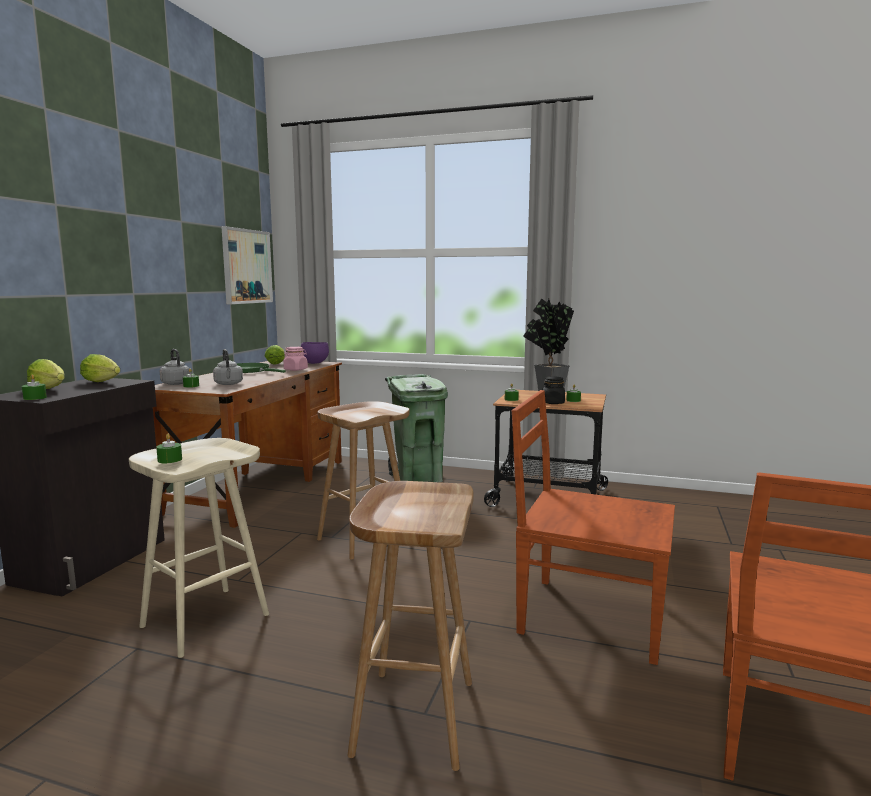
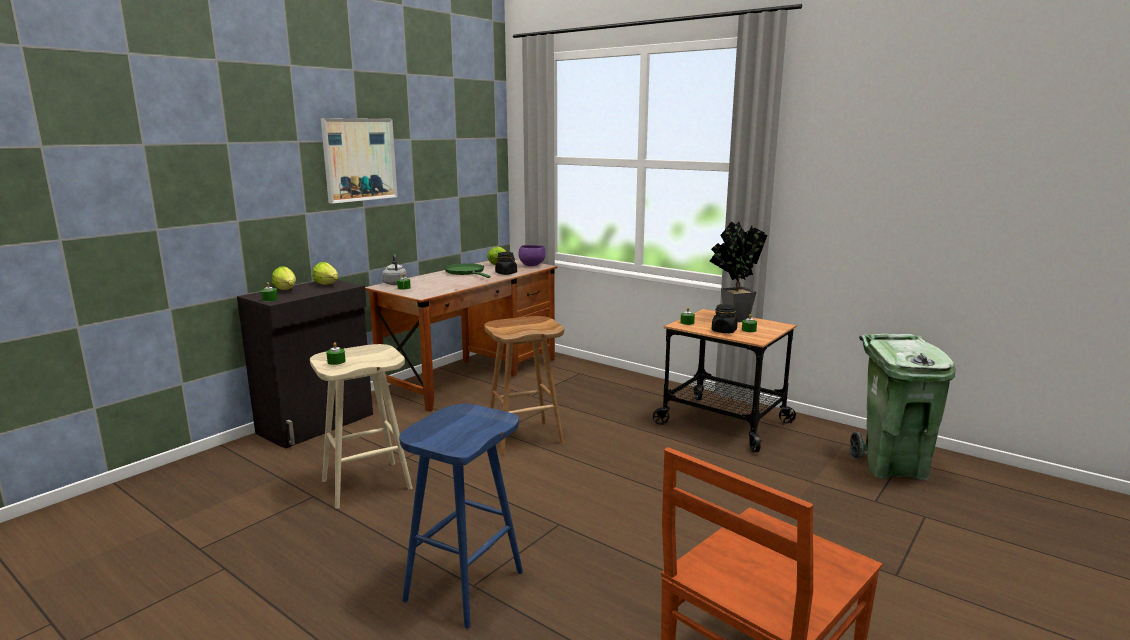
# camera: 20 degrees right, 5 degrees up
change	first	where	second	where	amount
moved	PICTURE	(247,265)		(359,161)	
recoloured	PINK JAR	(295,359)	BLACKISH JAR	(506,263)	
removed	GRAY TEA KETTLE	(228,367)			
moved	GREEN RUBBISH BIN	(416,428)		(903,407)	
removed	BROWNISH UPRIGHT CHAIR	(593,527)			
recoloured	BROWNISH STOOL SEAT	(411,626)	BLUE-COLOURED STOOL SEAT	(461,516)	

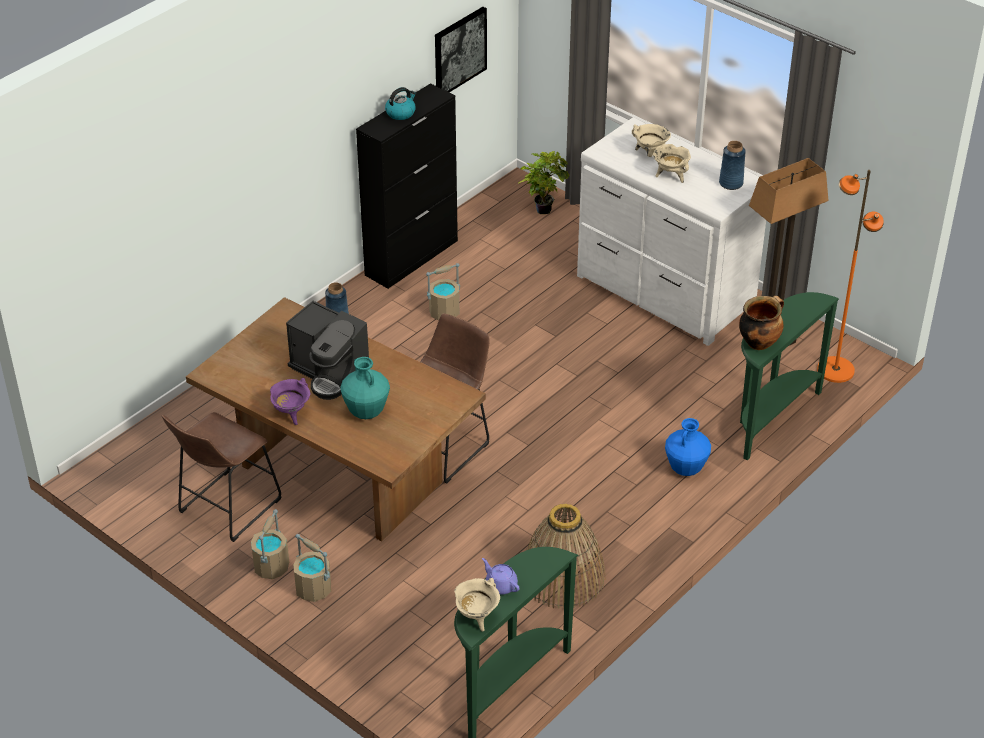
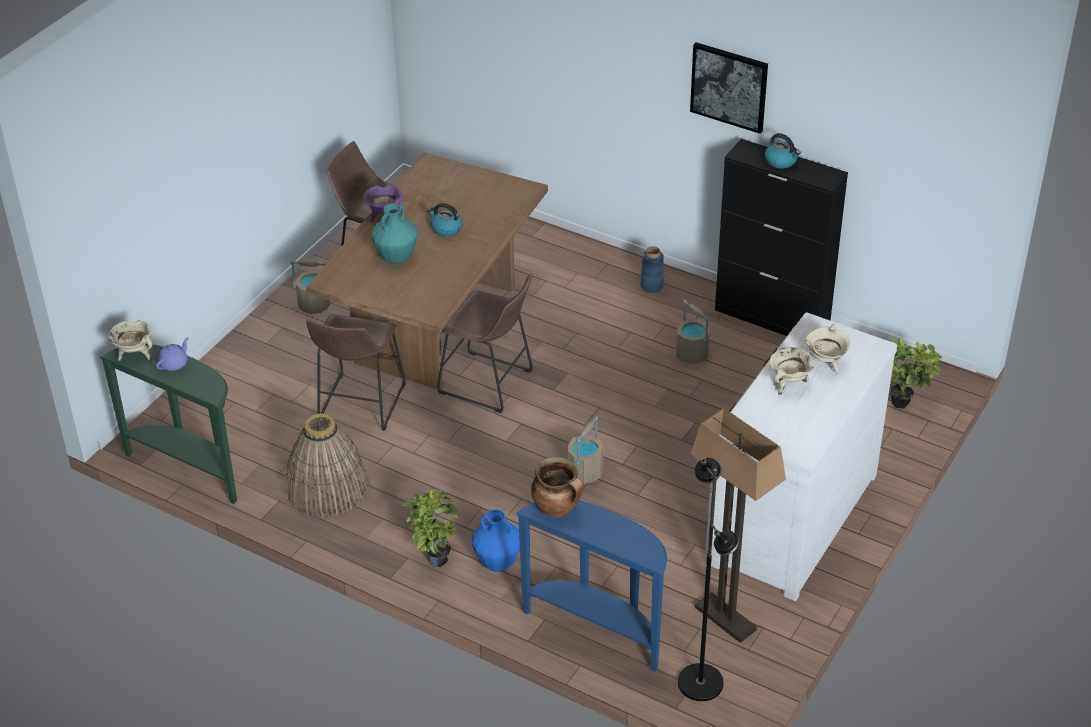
# camera: 80 degrees right, 0 degrees up
change	first	where	second	where	amount
moved	PICTURE	(461,49)		(729,88)	
removed	BLUE-COLOURED DECORATIVE VASE	(732,165)			
recoloured	ORANGE STANDING LAMP	(850,276)	BLACKISH STANDING LAMP	(708,579)	
recoloured	GREEN CONSOLE TABLE	(789,376)	BLUE-COLOURED CONSOLE TABLE	(591,585)	
replaced	COFFEE MAKER	(329,350)	TEA KETTLE	(445,220)	
moved	BEIGE-COLOURED PAIL	(312,568)		(586,450)	
added			BROWNISH STOOL SEAT	(356,372)	
added			HOUSEPLANT	(429,527)	

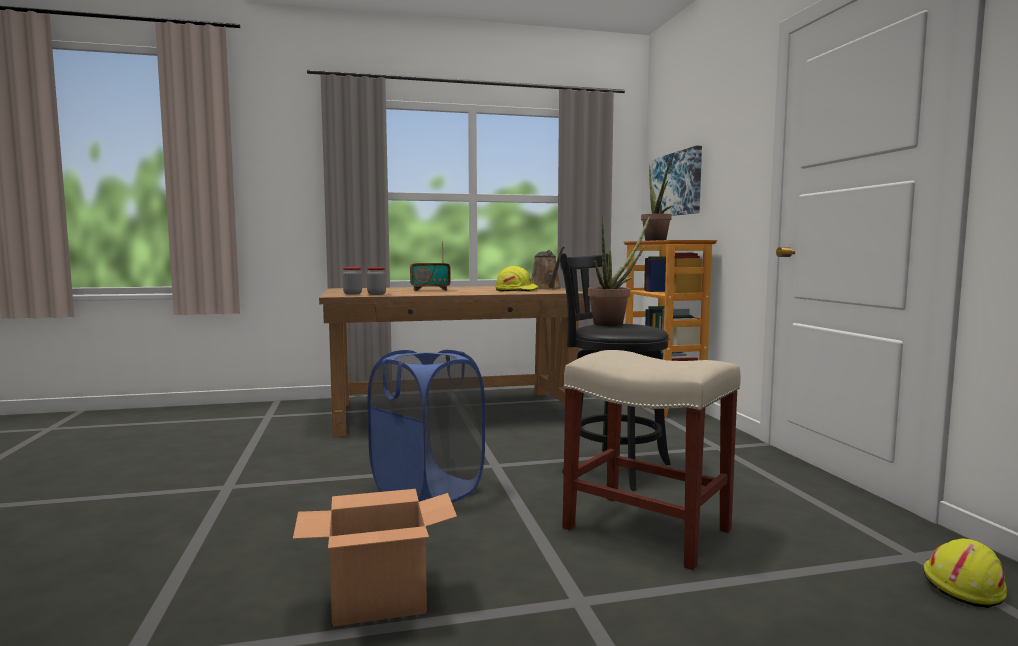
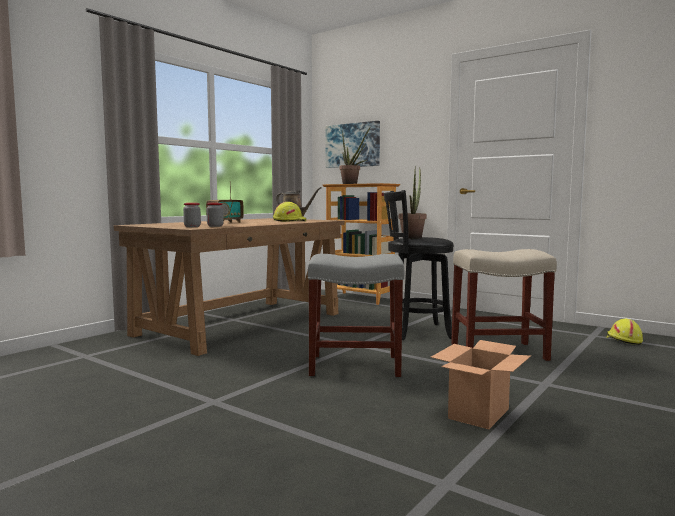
# camera: 40 degrees left, 0 degrees up
change	first	where	second	where	amount
replaced	BLUE-COLOURED WASHING BASKET	(426,426)	GRAY STOOL SEAT	(356,315)	

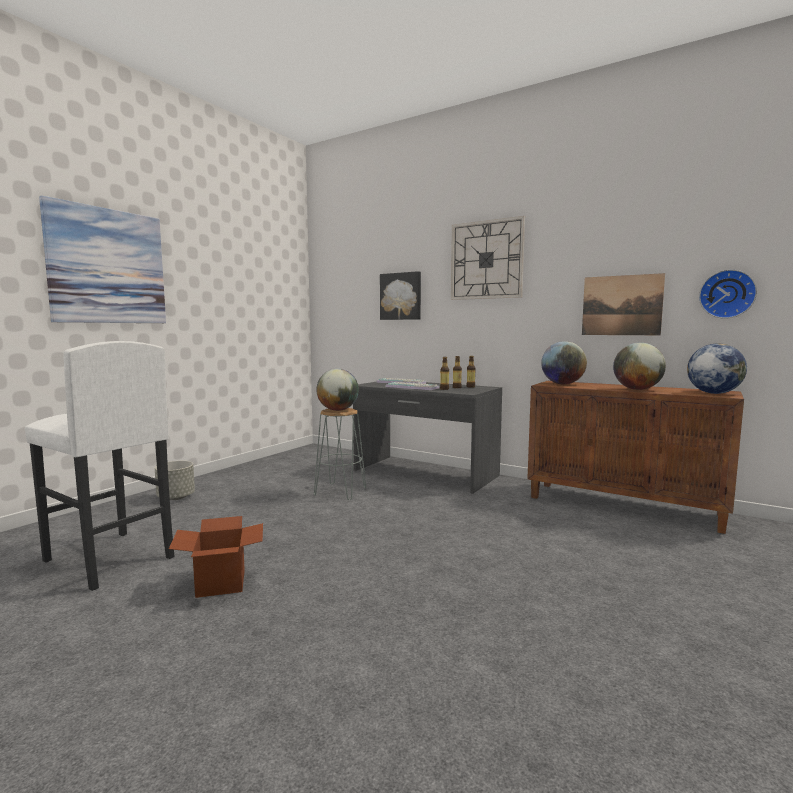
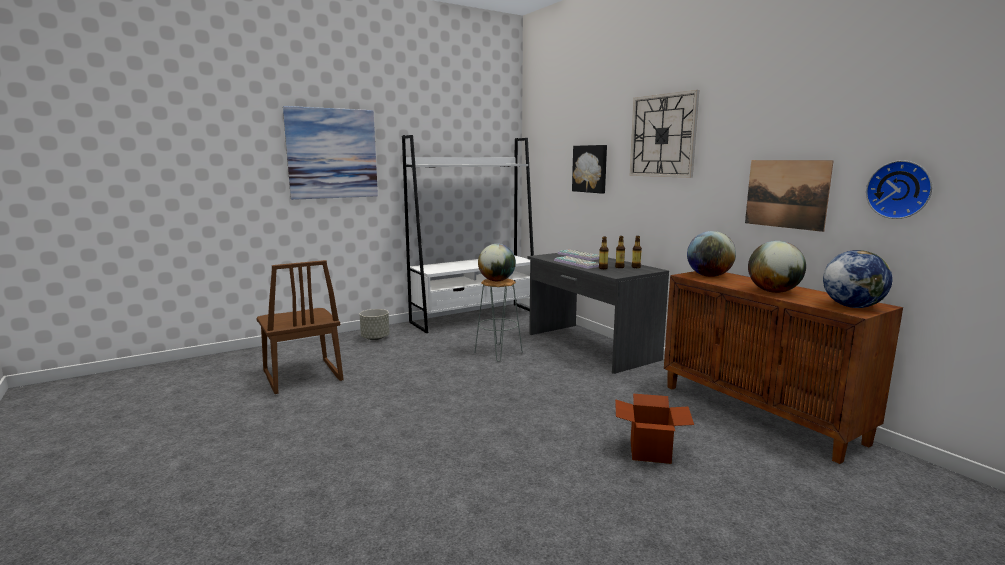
# camera: 25 degrees right, 5 degrees up
change	first	where	second	where	amount
replaced	WHITISH STOOL SEAT	(100,466)	BROWNISH UPRIGHT CHAIR	(300,327)	
moved	PACKING BOX	(216,557)		(654,429)	
added			WHITISH SHELVING UNIT	(468,234)	

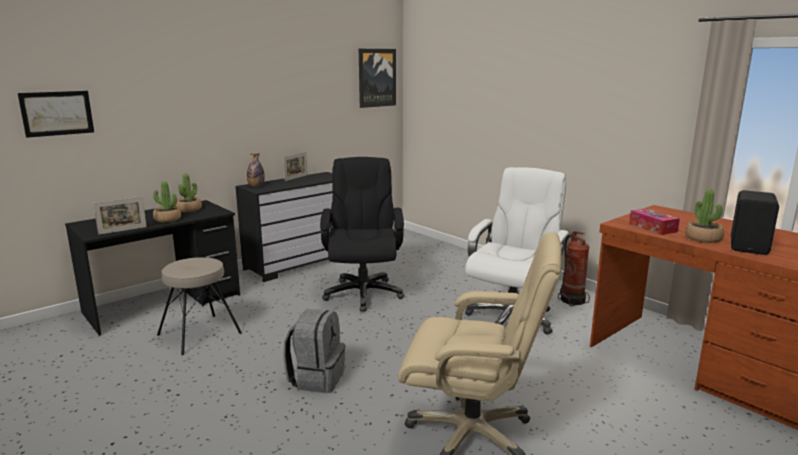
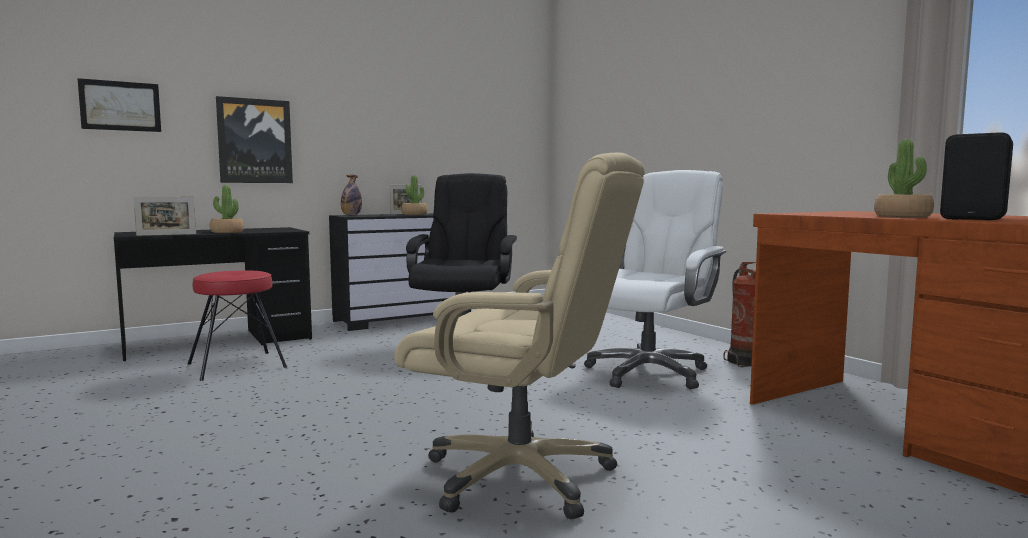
# camera: 10 degrees right, 10 degrees down
change	first	where	second	where	amount
moved	PICTURE	(377,78)		(254,139)	
moved	HOUSEPLANT	(189,192)		(414,195)	
removed	BOX OF TISSUES	(654,221)			
recoloured	BEIGE-COLOURED STOOL SEAT	(199,306)	RED-COLOURED STOOL SEAT	(237,325)	
removed	GRAY RUCKSACK	(314,351)			

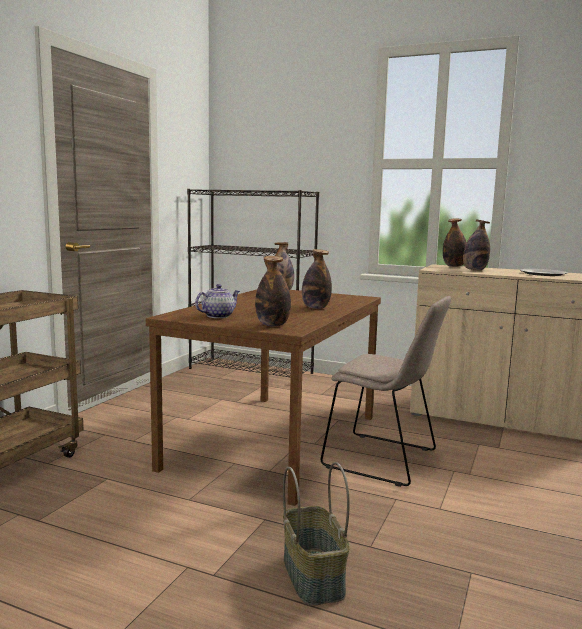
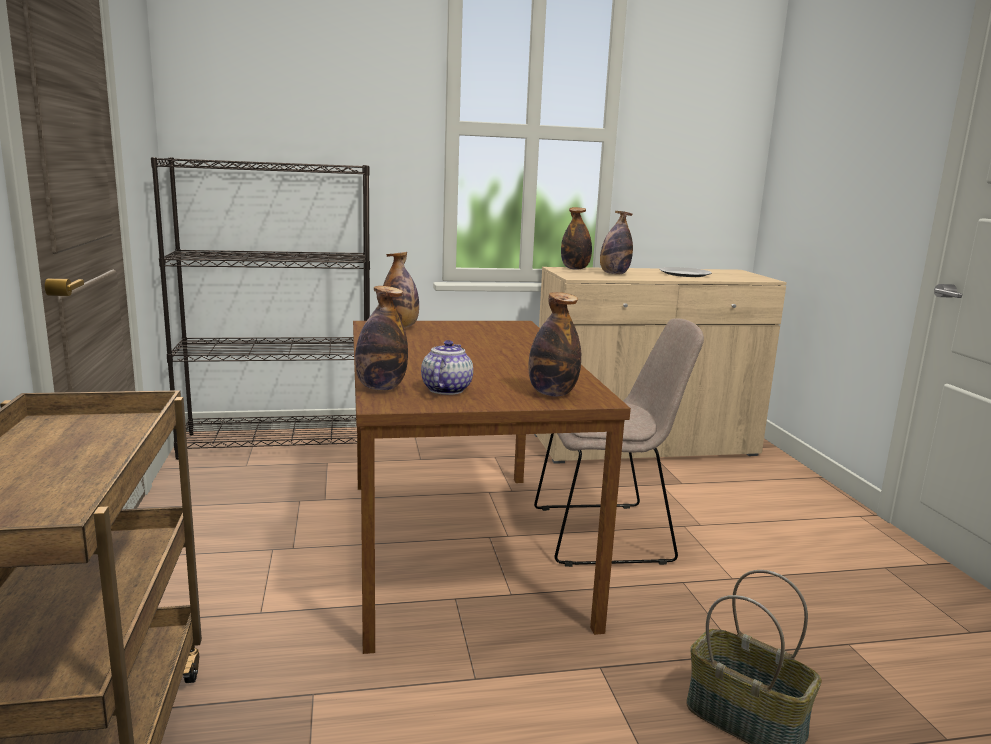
# camera: 35 degrees left, 5 degrees up
change	first	where	second	where	amount
moved	BOTTLE	(317,279)		(381,338)	

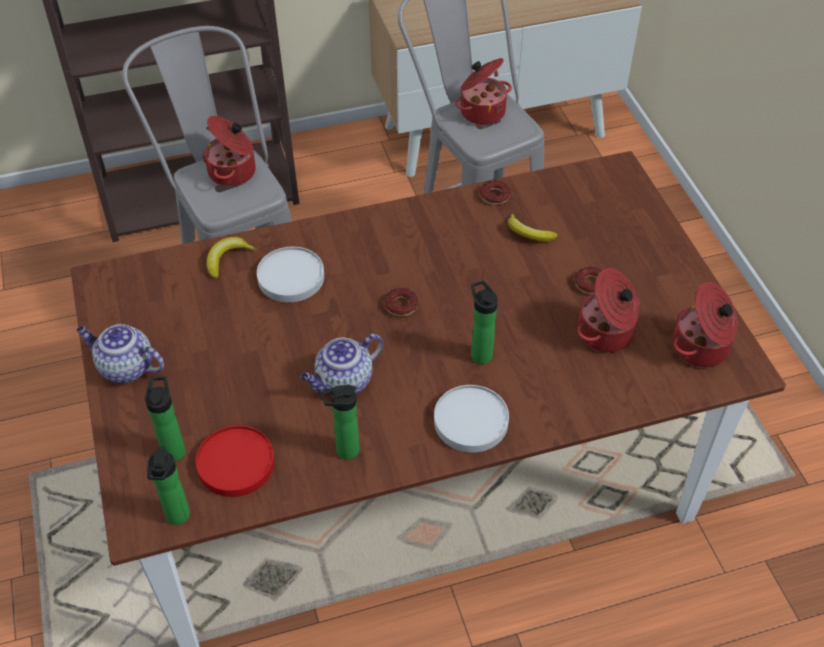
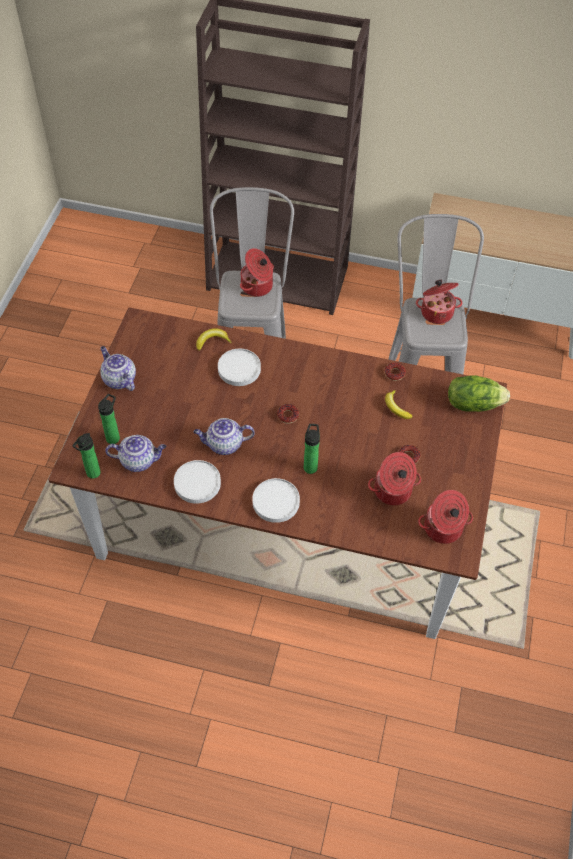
# camera: 30 degrees right, 5 degrees up
change	first	where	second	where	amount
replaced	BOTTLE	(340,422)	WHITISH DINNER PLATE	(197,482)	
replaced	RED-COLOURED DINNER PLATE	(235,461)	TEA POT	(135,453)	
added			LETTUCE HEAD	(479,393)	

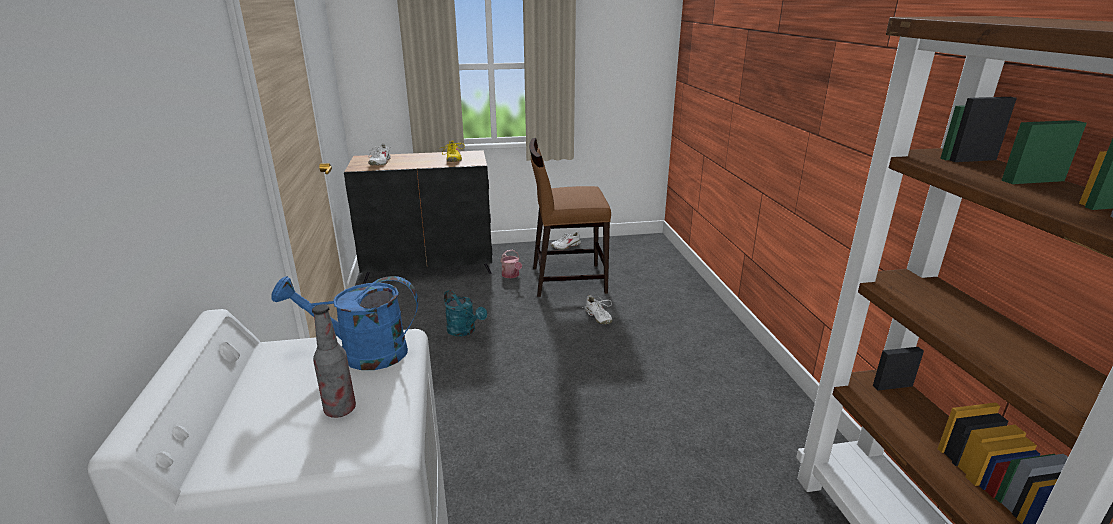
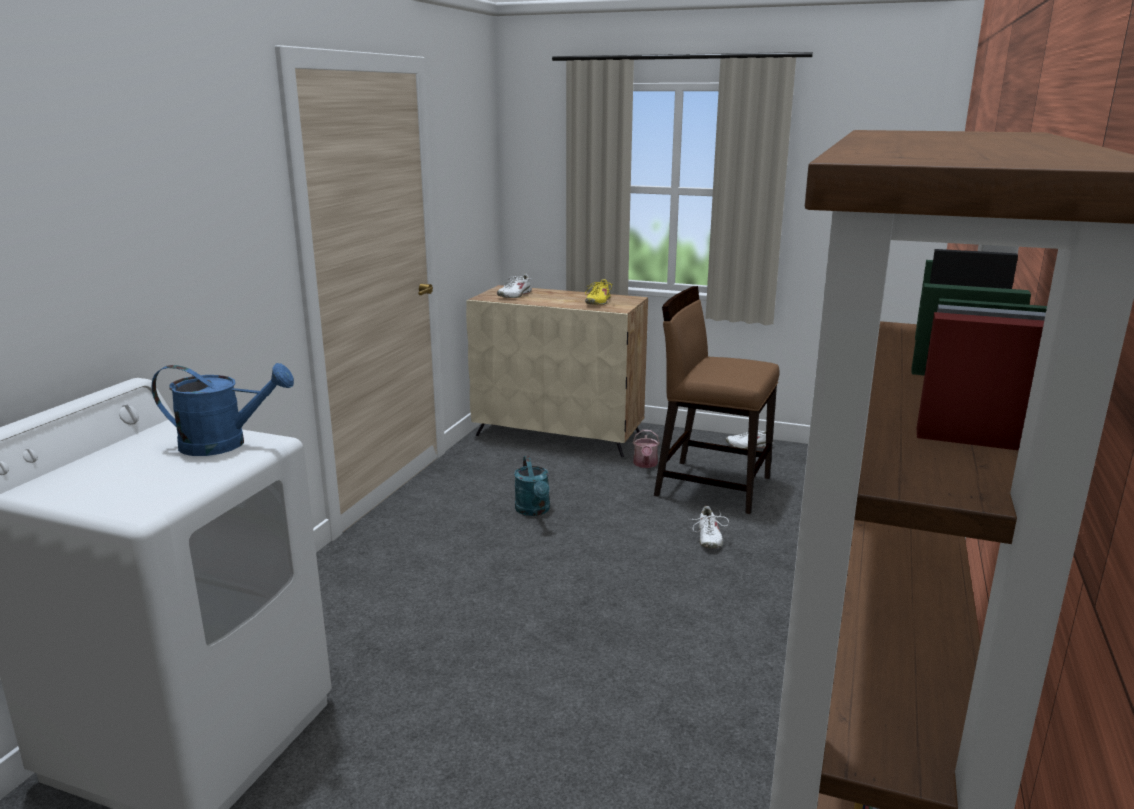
# camera: 30 degrees right, 5 degrees down
change	first	where	second	where	amount
recoloured	BLACKISH CUPBOARD	(418,216)	BEIGE-COLOURED CUPBOARD	(557,371)	
turned	BLUE-COLOURED WATERING POT	(344,323)		(223,409)	150 degrees clockwise
removed	BOTTLE	(334,361)			

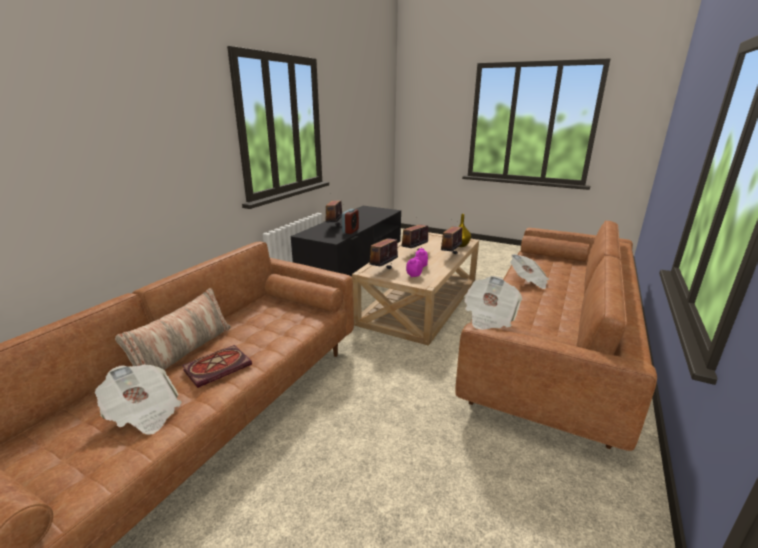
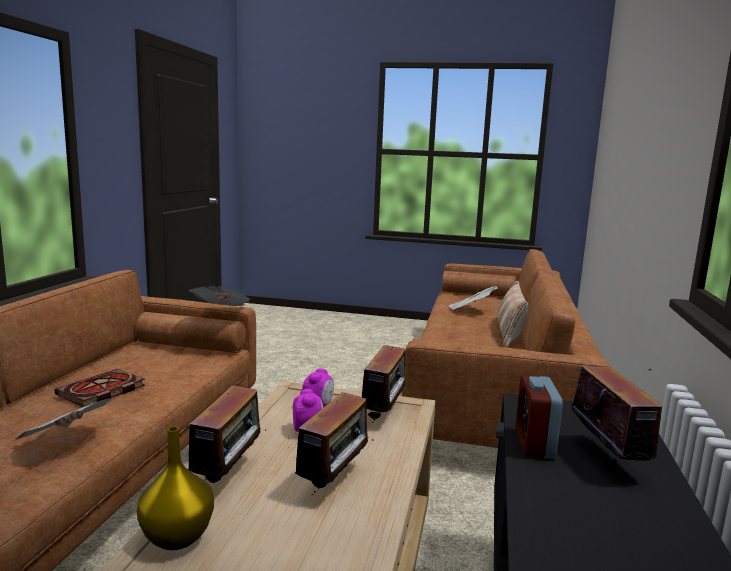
# camera: 165 degrees right, 10 degrees down
change	first	where	second	where	amount
moved	BOOK	(217,366)		(100,388)	

